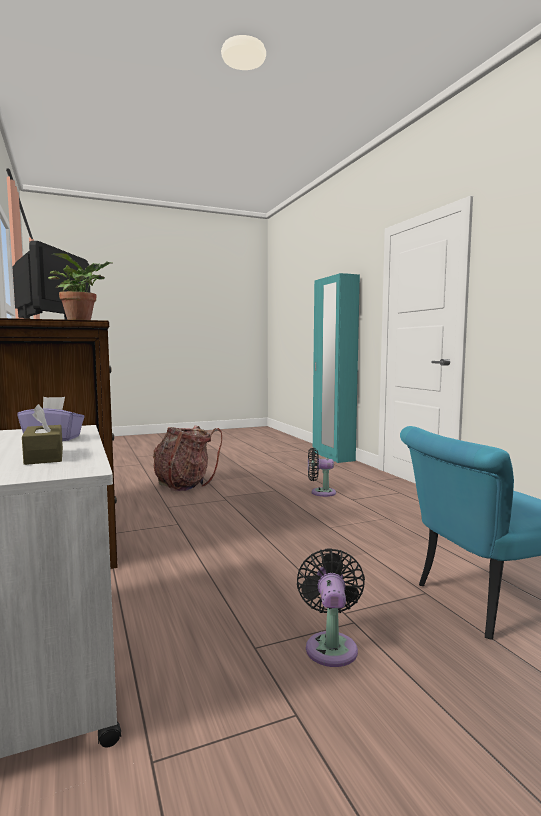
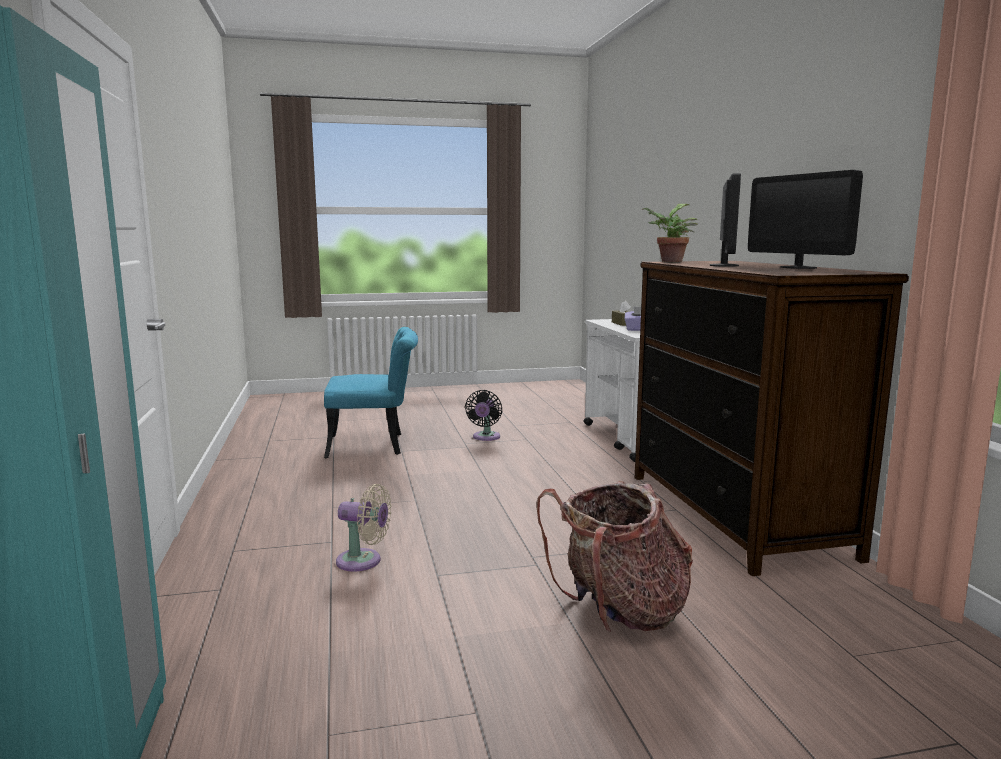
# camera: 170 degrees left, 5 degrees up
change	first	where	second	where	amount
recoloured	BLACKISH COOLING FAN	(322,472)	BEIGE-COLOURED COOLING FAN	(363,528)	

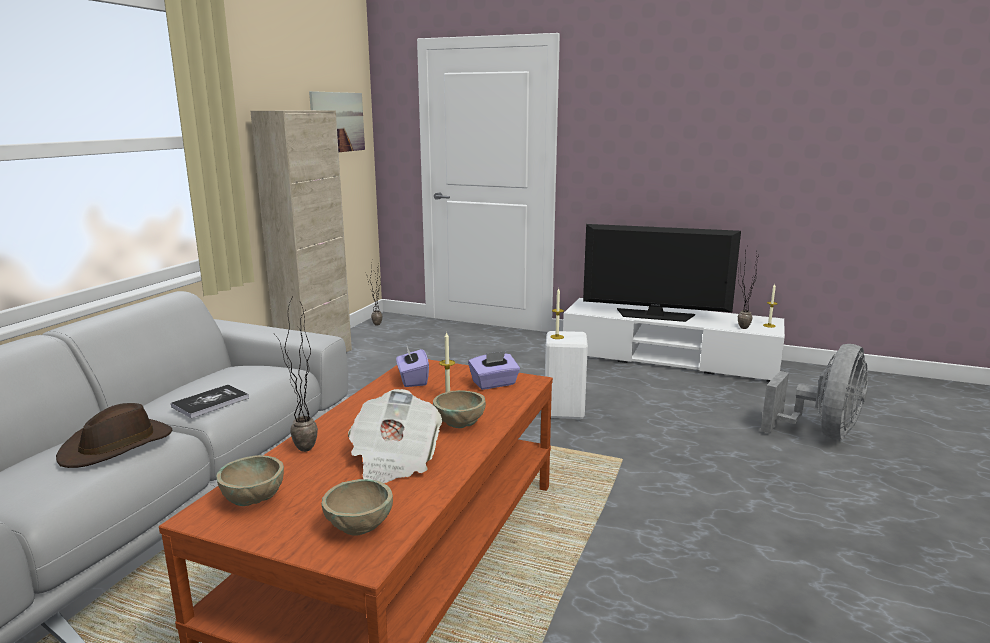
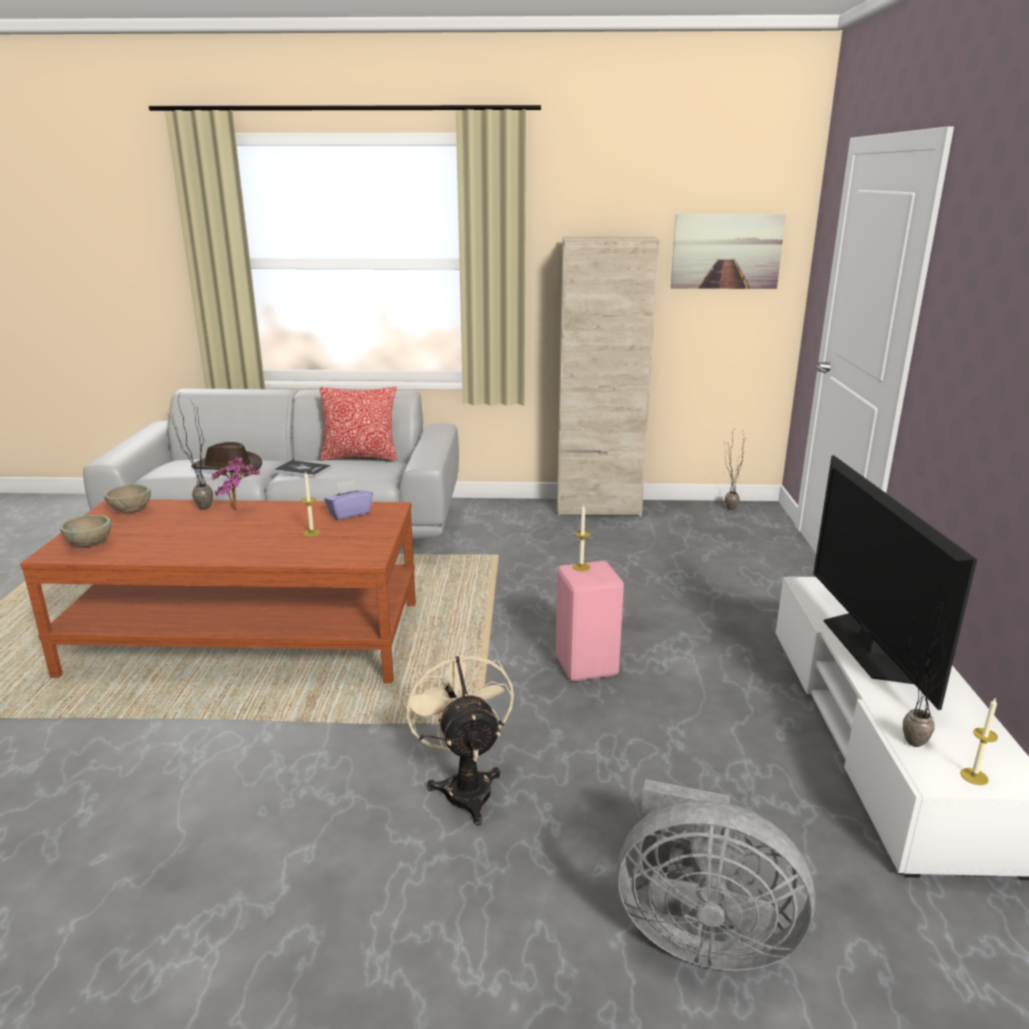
# camera: 70 degrees right, 5 degrees up
change	first	where	second	where	amount
recoloured	WHITISH STOOL SEAT	(566,375)	PINK STOOL SEAT	(590,621)	
removed	PURPLE-COLOURED BOX OF TISSUES	(494,370)			
removed	DAILY PAPER	(395,436)			
removed	BEIGE-COLOURED BOWL	(459,409)			
added			THROW PILLOW	(358,424)	
added			HOUSEPLANT	(235,482)	
added			BEIGE-COLOURED COOLING FAN	(458,736)	

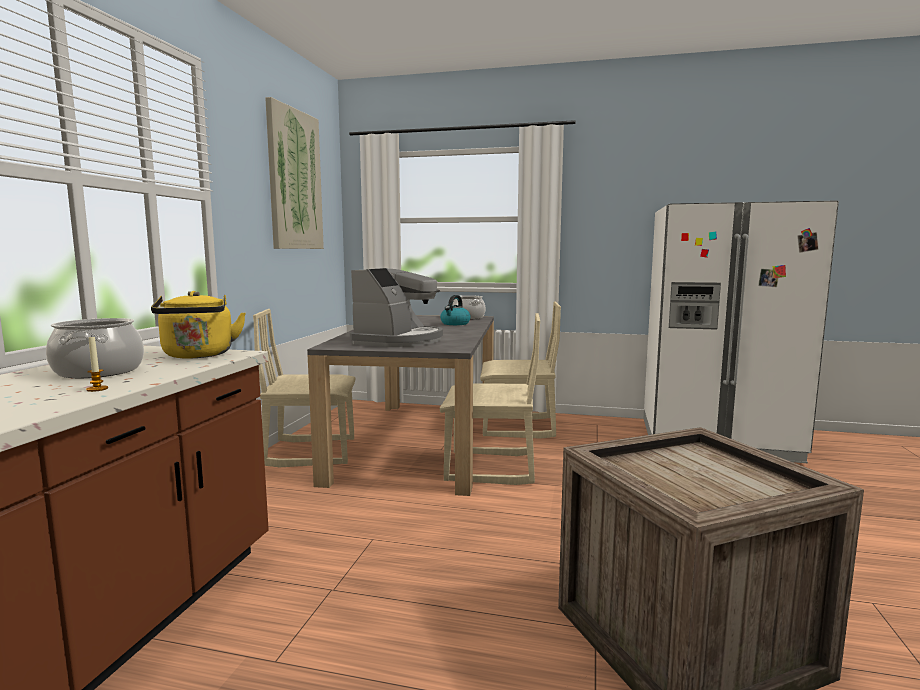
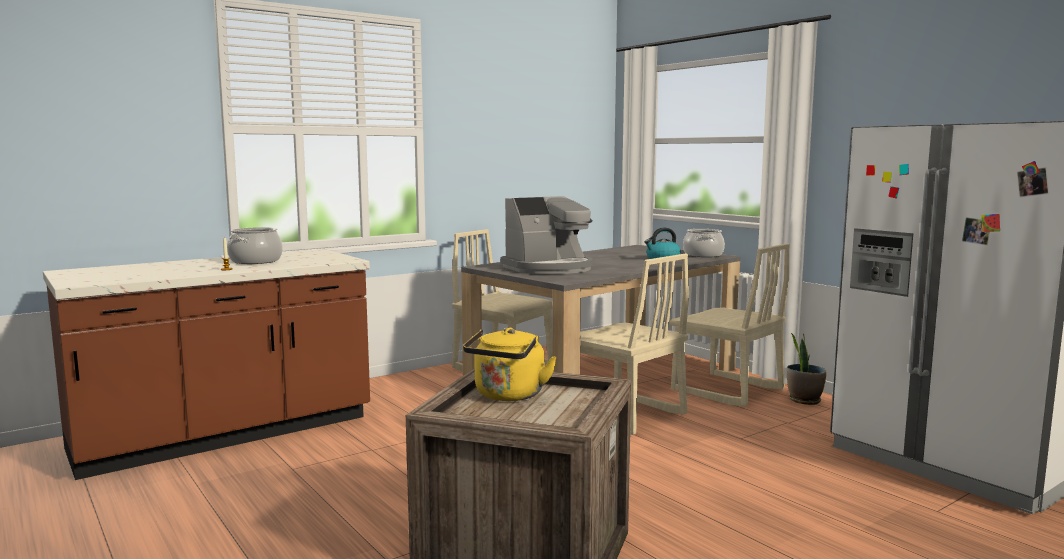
# camera: 40 degrees right, 0 degrees up
change	first	where	second	where	amount
removed	PICTURE	(294,173)			
moved	YELLOW TEA KETTLE	(198,324)		(510,364)	
added			HOUSEPLANT	(807,369)	

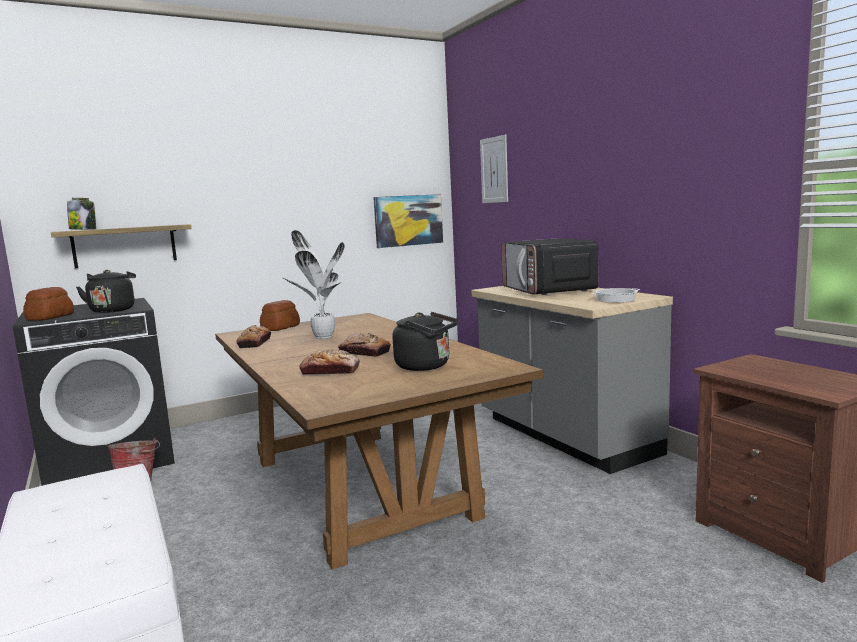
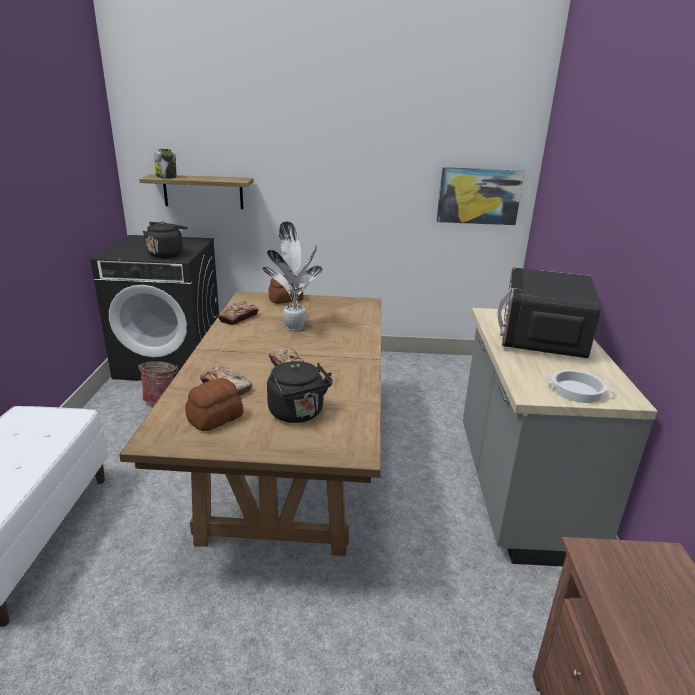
# camera: 30 degrees right, 15 degrees up
change	first	where	second	where	amount
removed	PICTURE	(494,169)			
moved	BAKED BREAD	(48,304)		(214,404)	

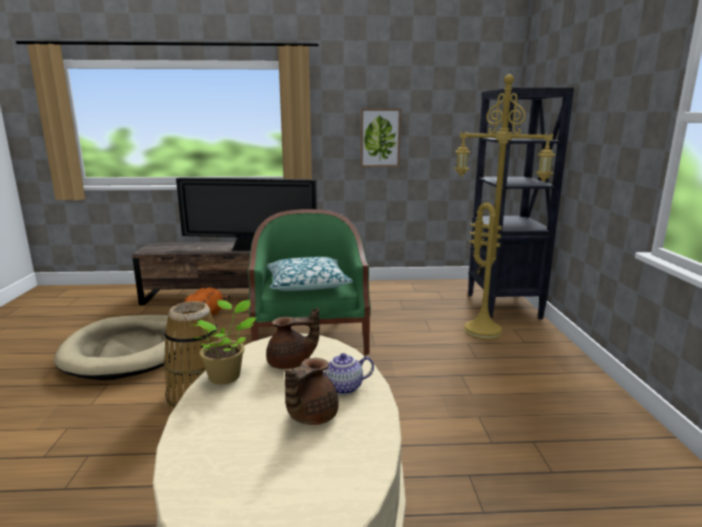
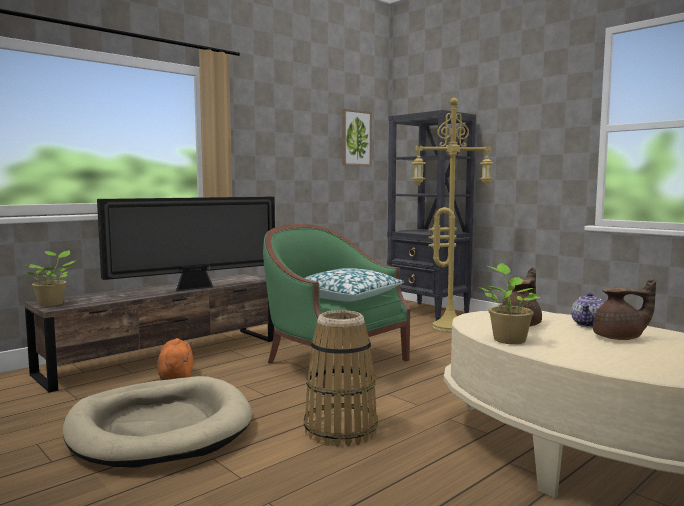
# camera: 40 degrees left, 10 degrees down
change	first	where	second	where	amount
moved	PICTURE	(380,137)		(357,137)	
turned	BROWNISH TEA POT	(312,391)		(624,309)	75 degrees counterclockwise
added			HOUSEPLANT	(50,278)	

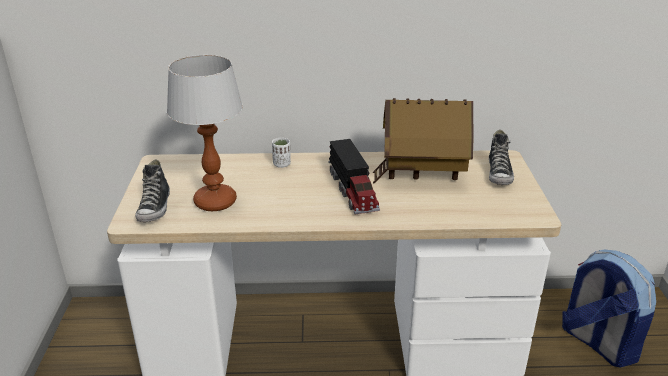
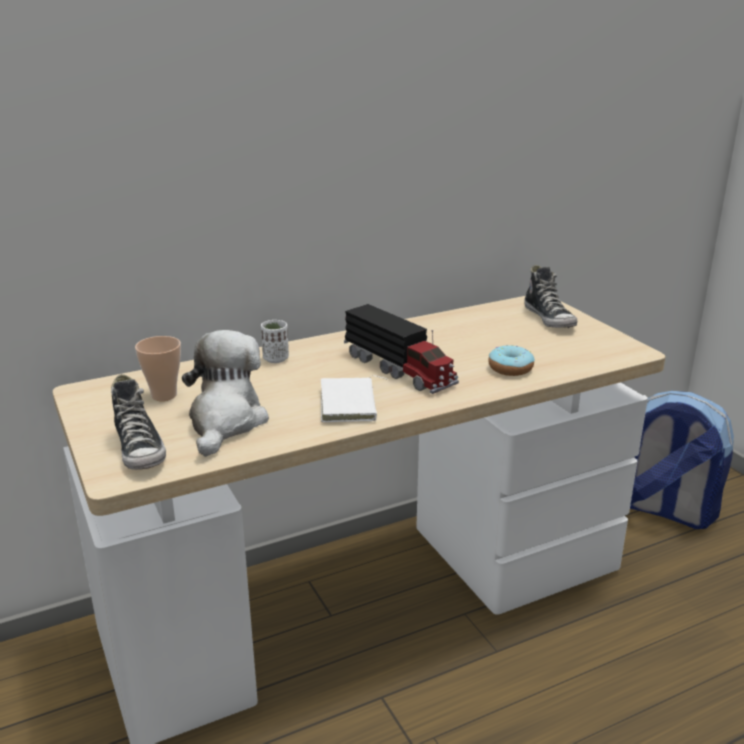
# camera: 25 degrees left, 5 degrees down
change	first	where	second	where	amount
replaced	TABLE LAMP	(205,133)	CUDDLY TOY	(225,393)	
removed	TOY HOUSE	(423,140)			
added			SMALL CUP	(158,368)	
added			DOUGHNUT	(511,360)	
added			WHITISH BOOK	(354,398)	

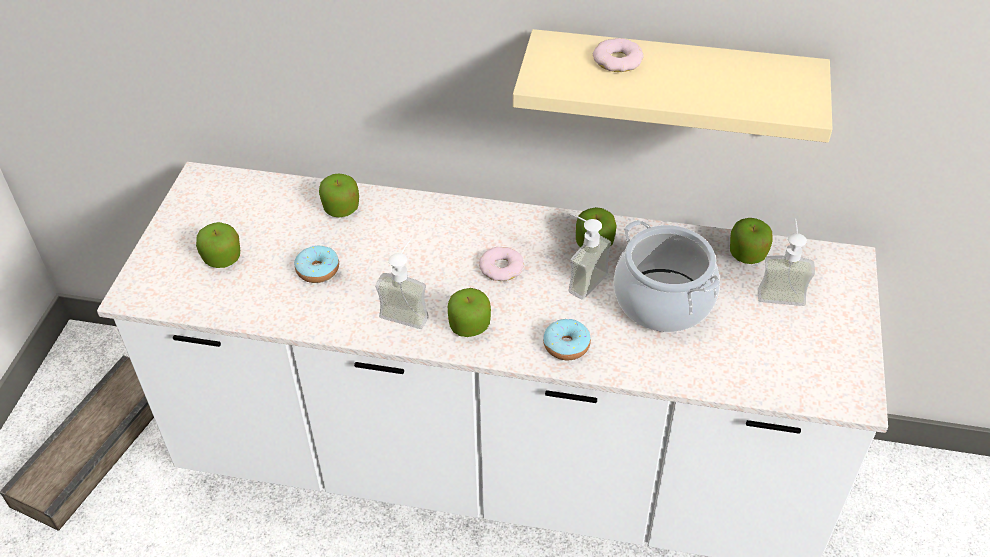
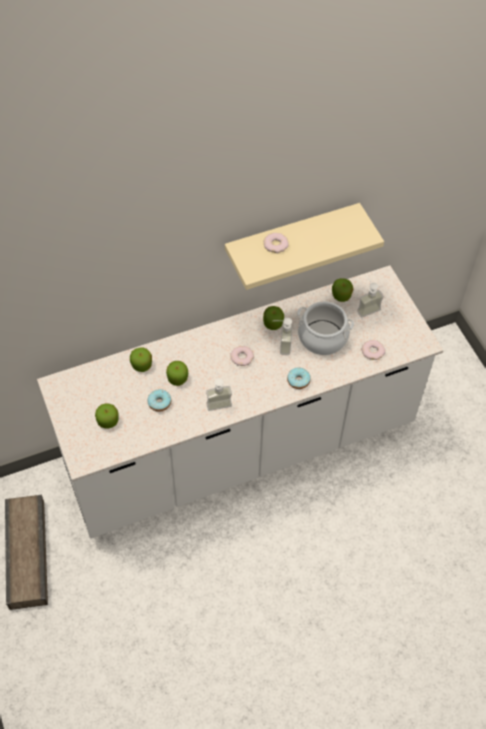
# camera: 35 degrees left, 10 degrees up
change	first	where	second	where	amount
moved	APPLE	(469,312)		(177,373)	
added			DOUGHNUT	(373,350)	

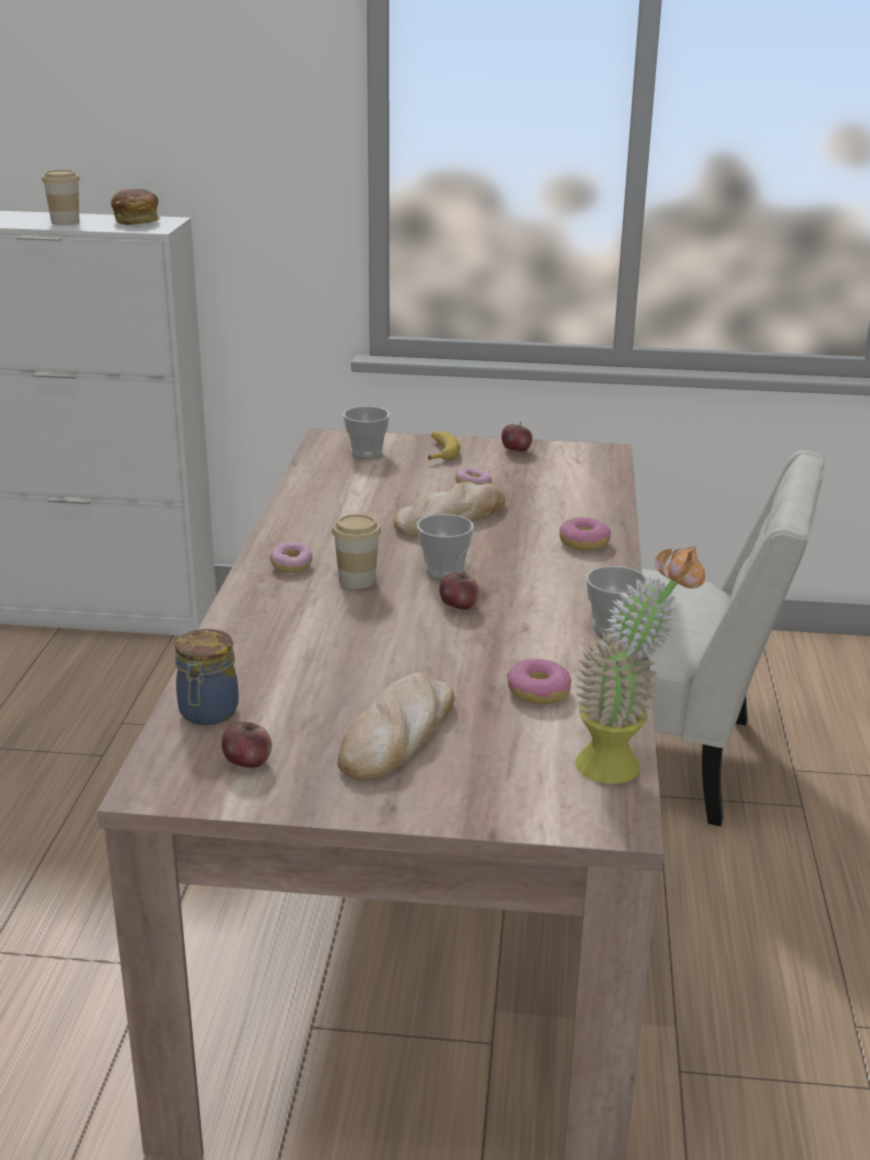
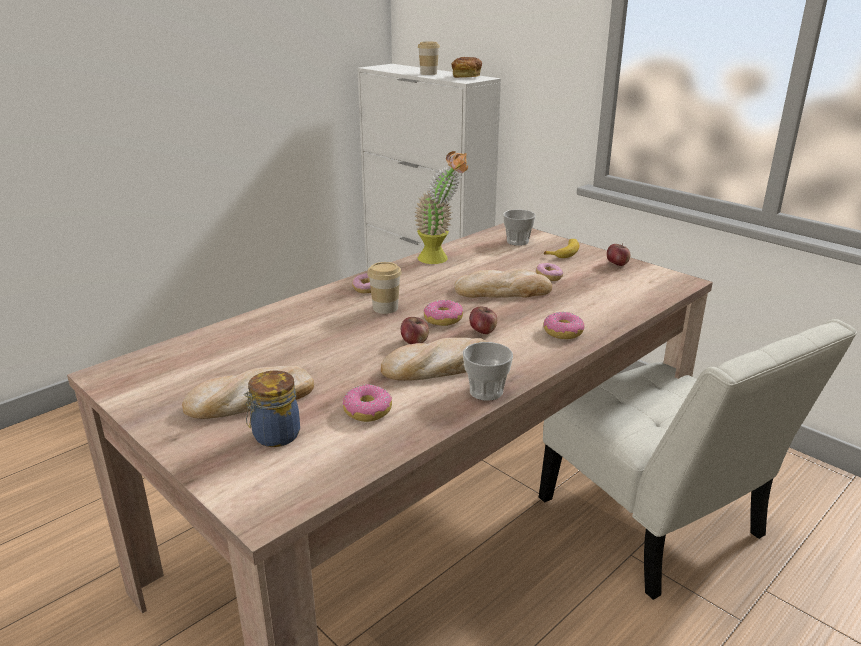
# camera: 40 degrees right, 0 degrees up
change	first	where	second	where	amount
replaced	SMALL CUP	(445,546)	DOUGHNUT	(443,313)	
moved	HOUSEPLANT	(640,665)		(441,207)	
moved	JAR	(207,677)		(272,408)	
moved	APPLE	(247,745)		(483,320)	
added			BAKED BREAD	(434,359)	

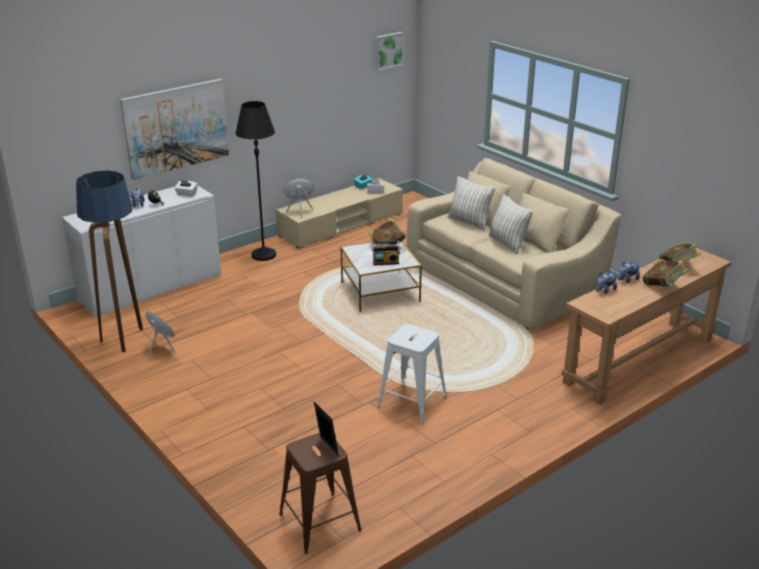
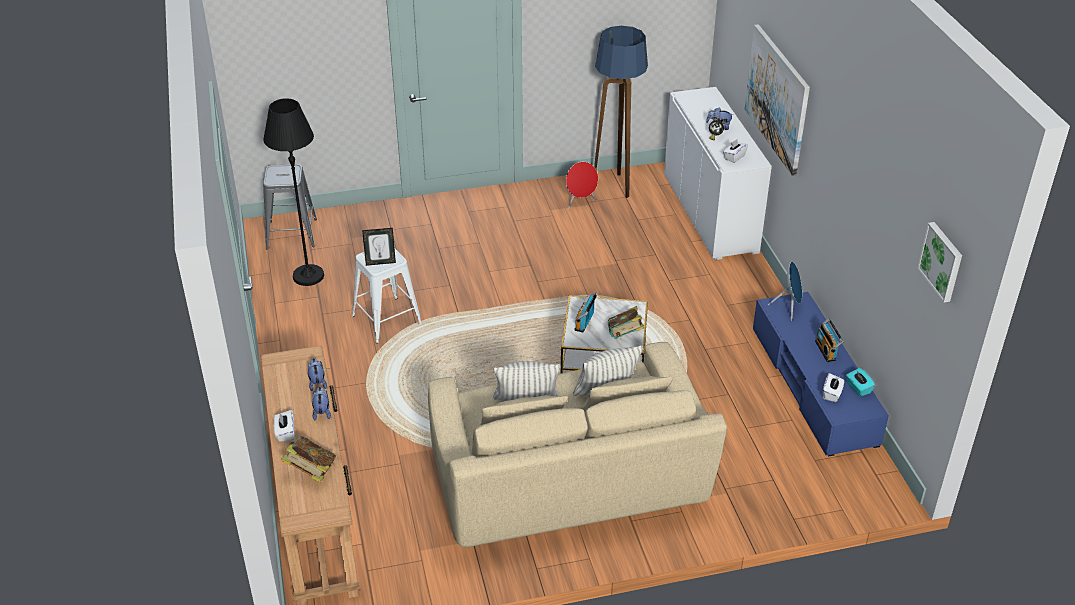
# camera: 115 degrees right, 10 degrees up
change	first	where	second	where	amount
moved	BLACKISH STANDING LAMP	(255,181)		(293,192)	
recoloured	BEIGE-COLOURED TV UNIT	(339,213)	BLUE-COLOURED TV UNIT	(821,374)	
replaced	BOOK	(665,273)	WHITISH BOX OF TISSUES	(284,426)	
moved	PICTURE FRAME	(326,429)		(379,247)	
recoloured	BROWNISH STOOL SEAT	(320,493)	GRAY STOOL SEAT	(290,206)	
added			RADIO SET	(829,340)	

